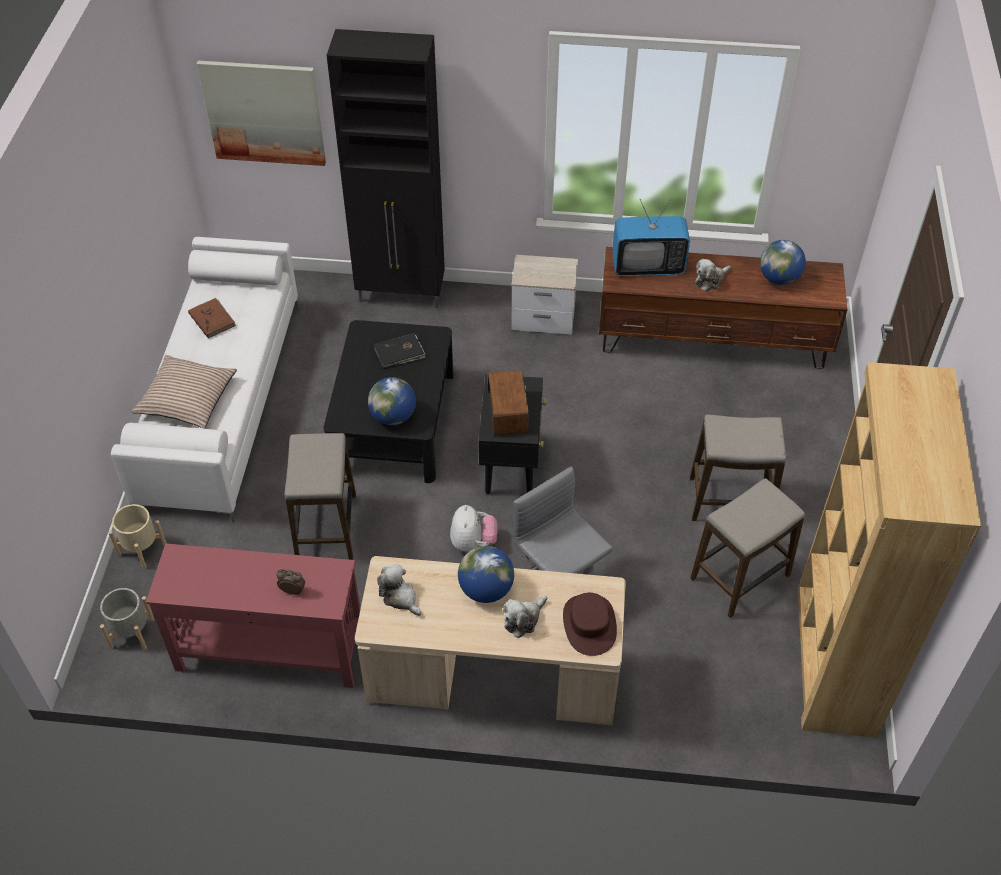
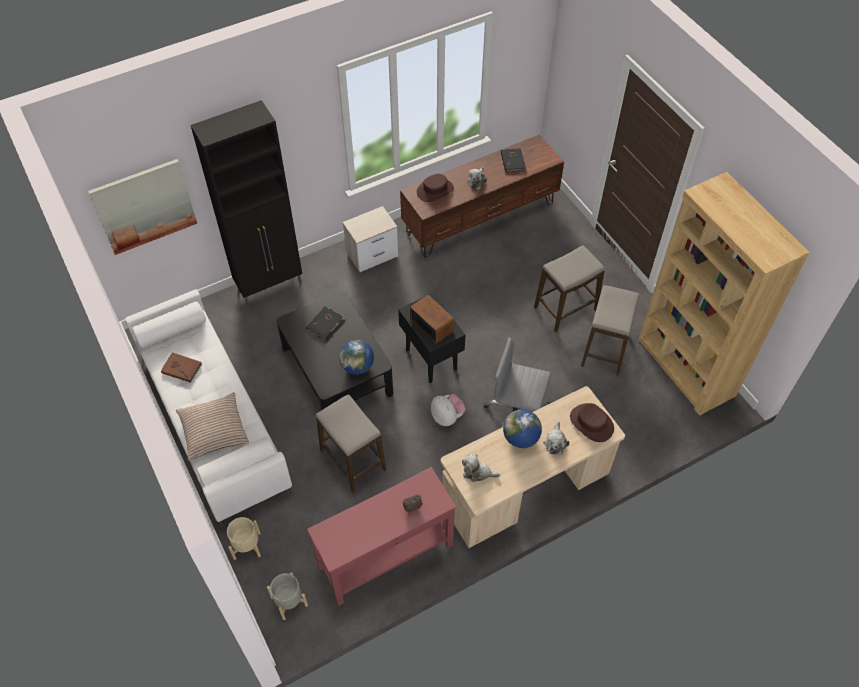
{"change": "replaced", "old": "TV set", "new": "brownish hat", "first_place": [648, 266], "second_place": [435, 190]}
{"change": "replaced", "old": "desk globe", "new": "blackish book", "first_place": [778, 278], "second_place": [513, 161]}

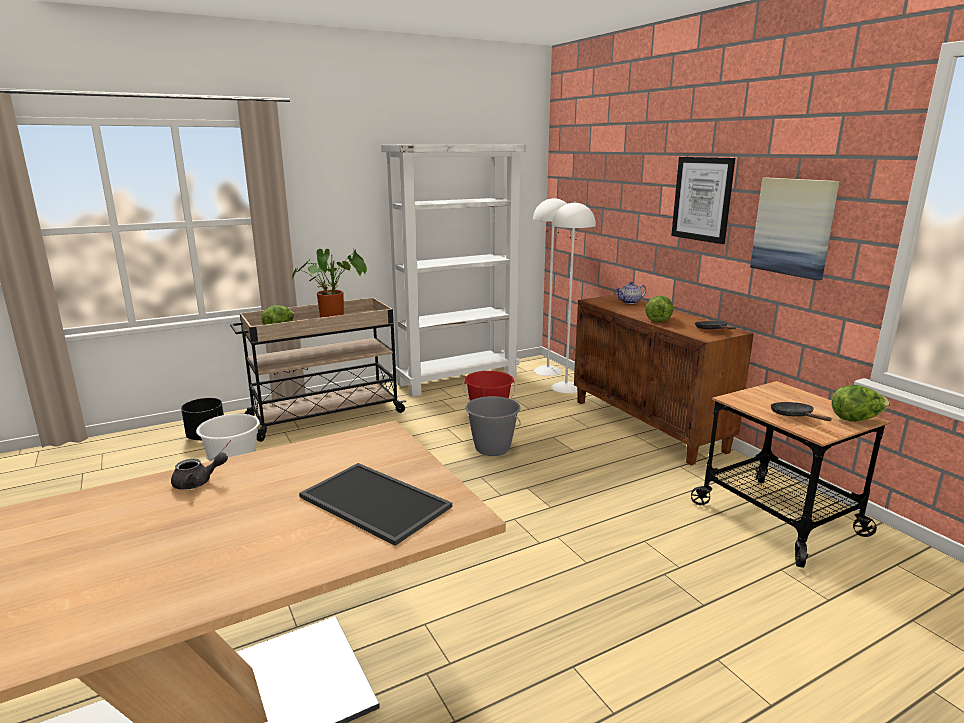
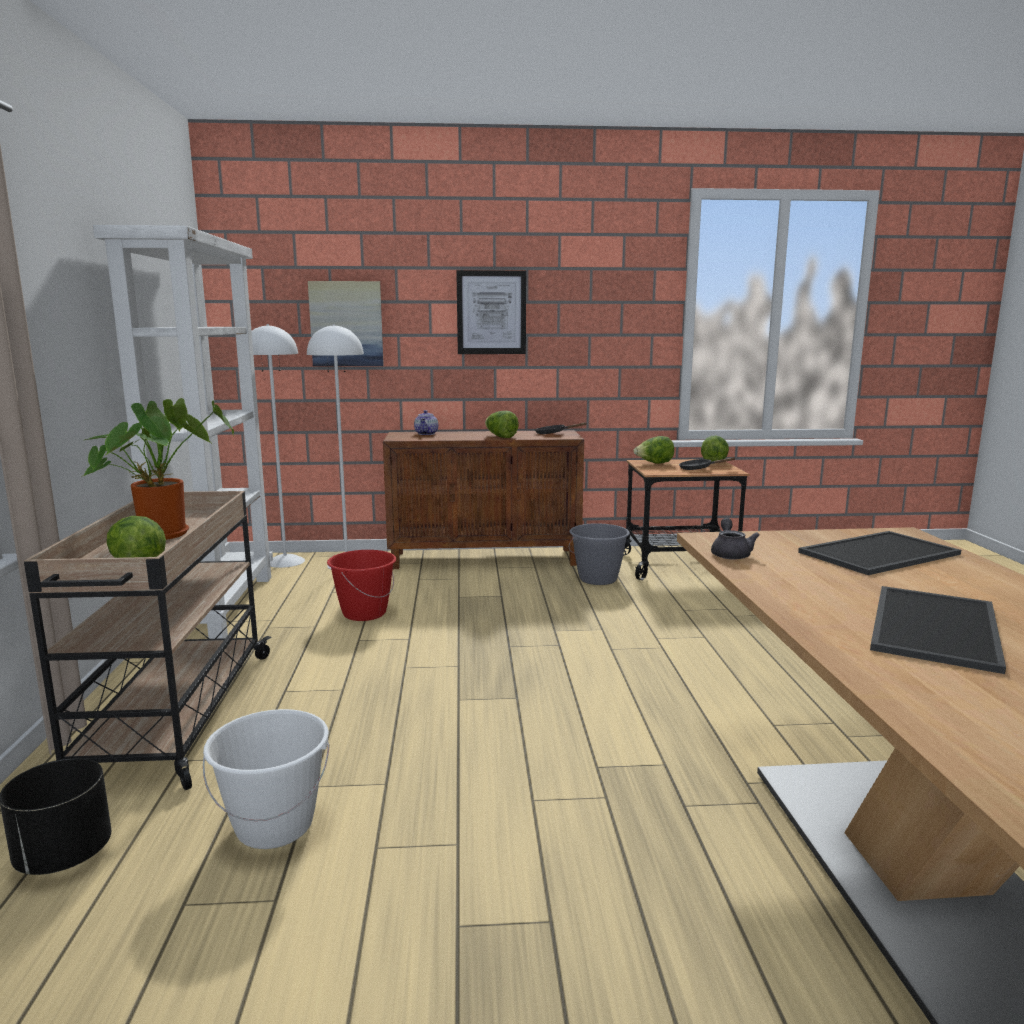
{"change": "added", "new": "lettuce", "second_place": [654, 463]}
{"change": "added", "new": "carrying tray", "second_place": [931, 626]}
{"change": "moved", "old": "gray teapot", "first_place": [198, 482], "second_place": [730, 554]}
{"change": "moved", "old": "gray pail", "first_place": [492, 448], "second_place": [598, 579]}
{"change": "moved", "old": "picture", "first_place": [793, 227], "second_place": [346, 324]}

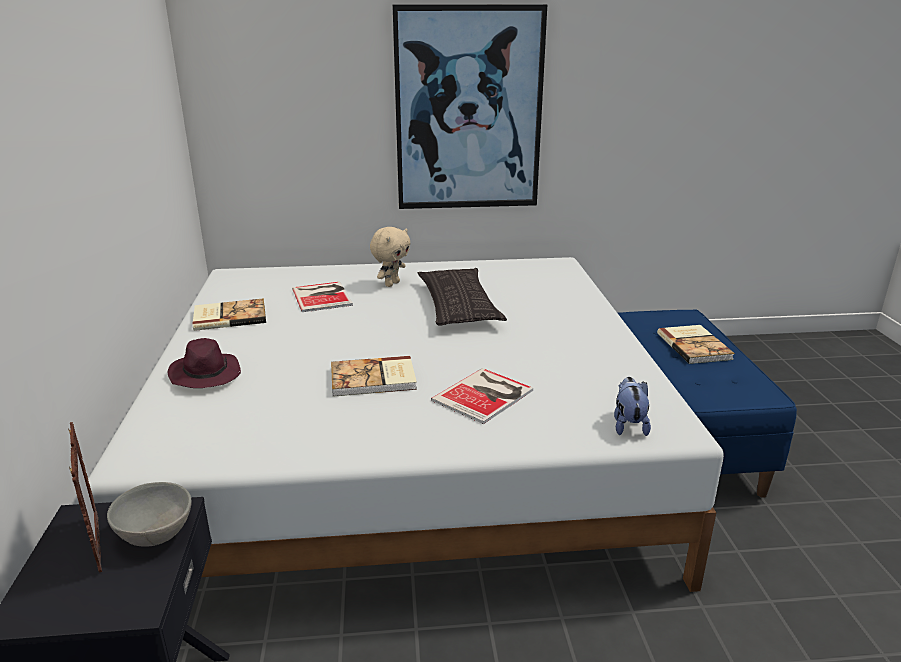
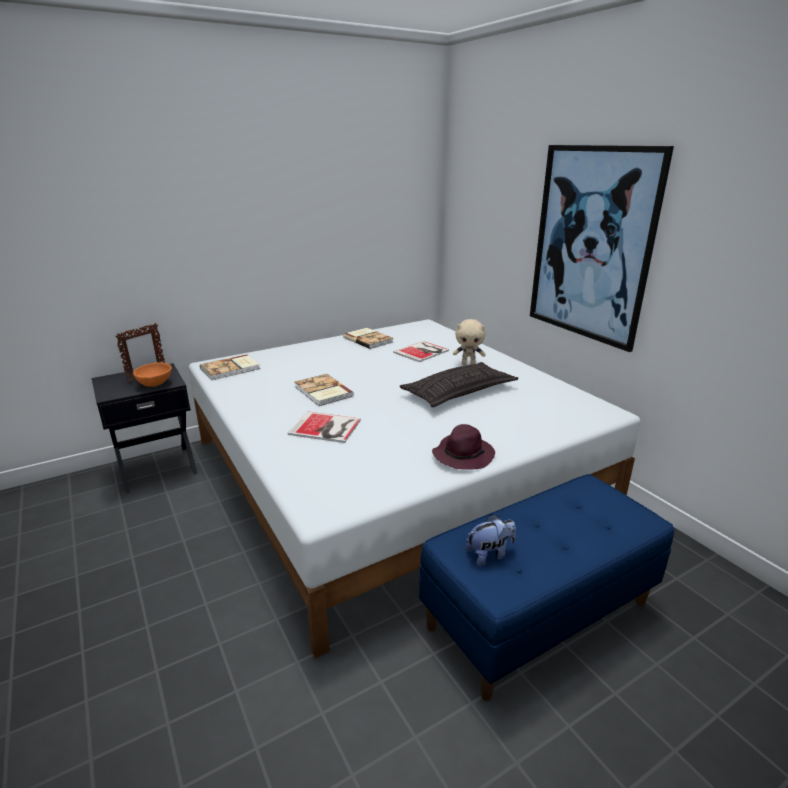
{"change": "moved", "old": "purple hat", "first_place": [205, 375], "second_place": [463, 455]}
{"change": "moved", "old": "plush toy", "first_place": [628, 425], "second_place": [489, 554]}
{"change": "moved", "old": "book", "first_place": [695, 346], "second_place": [231, 369]}
{"change": "recoloured", "old": "gray deep dish", "new": "orange-coloured deep dish", "first_place": [157, 533], "second_place": [156, 384]}

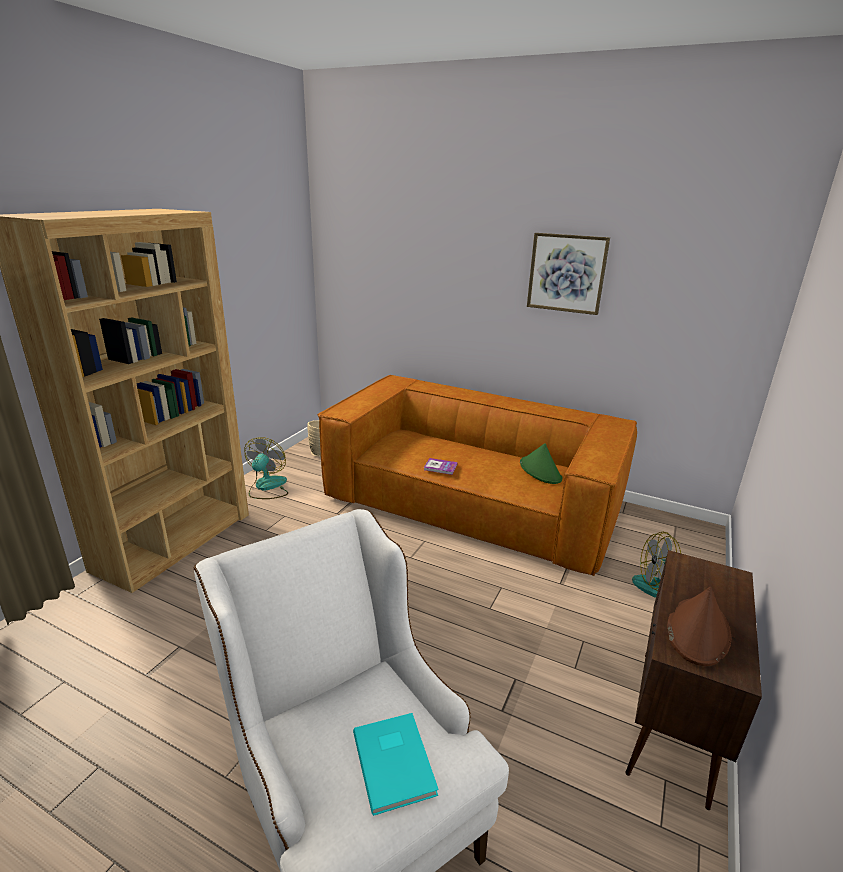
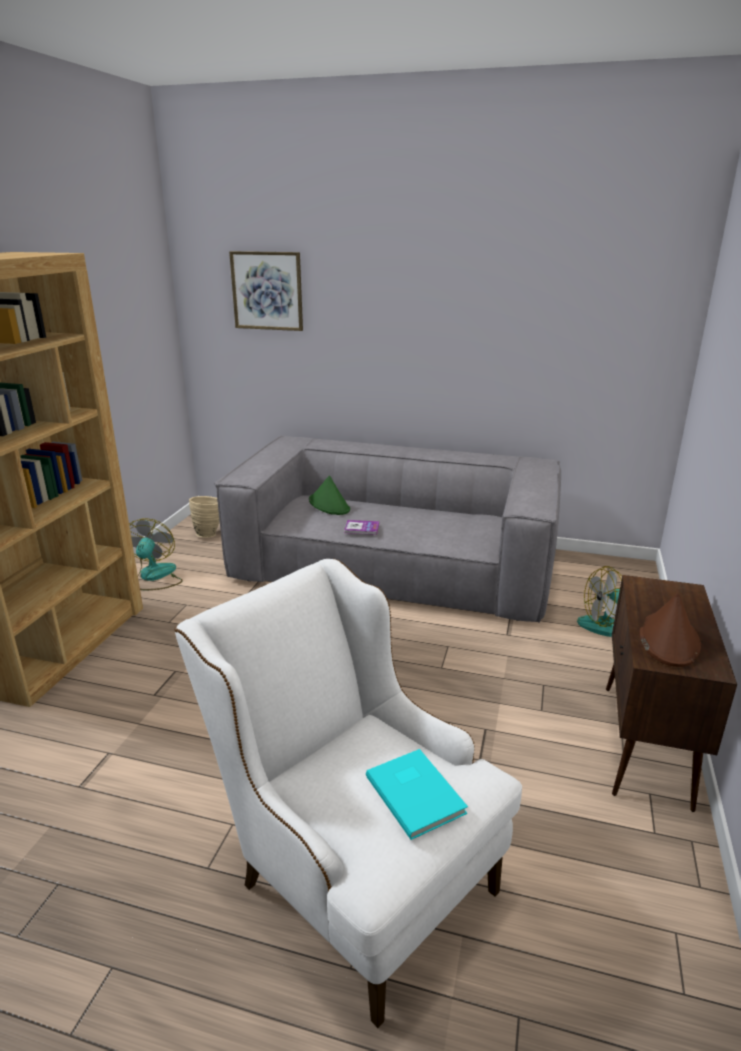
{"change": "moved", "old": "green hat", "first_place": [540, 471], "second_place": [329, 505]}
{"change": "moved", "old": "picture", "first_place": [566, 273], "second_place": [267, 291]}
{"change": "recoloured", "old": "brownish couch", "new": "gray couch", "first_place": [472, 502], "second_place": [394, 566]}

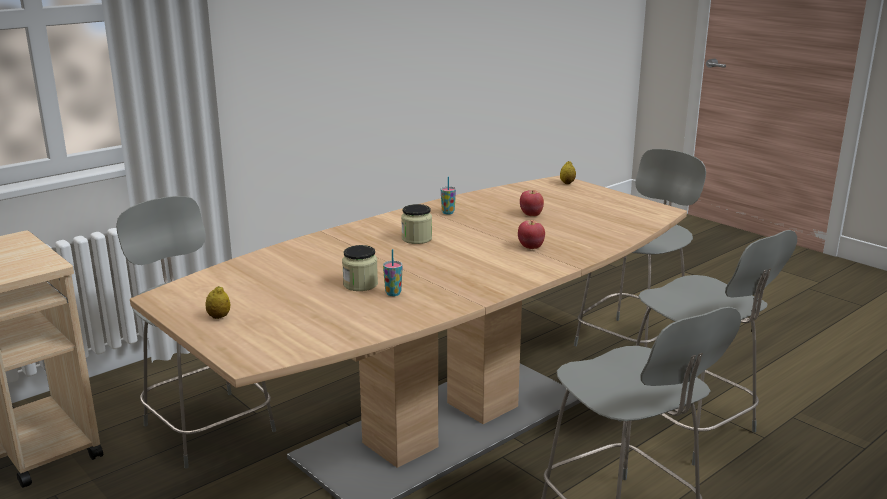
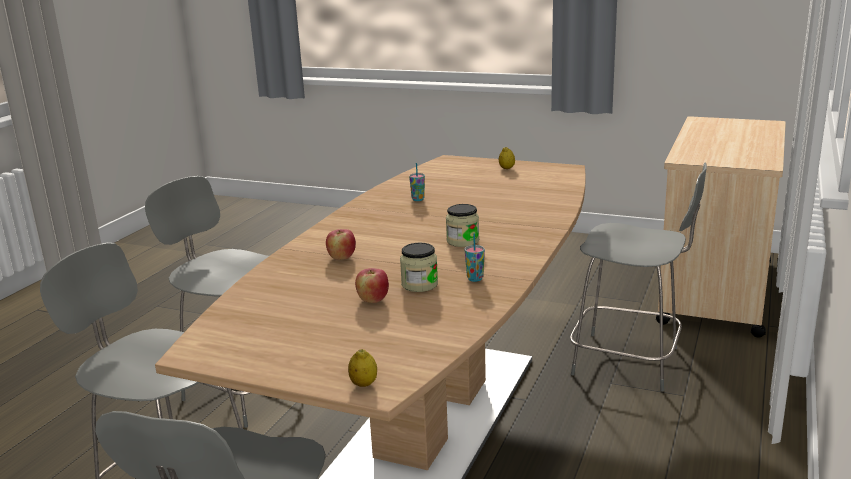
{"change": "moved", "old": "storage jar", "first_place": [360, 284], "second_place": [419, 284]}

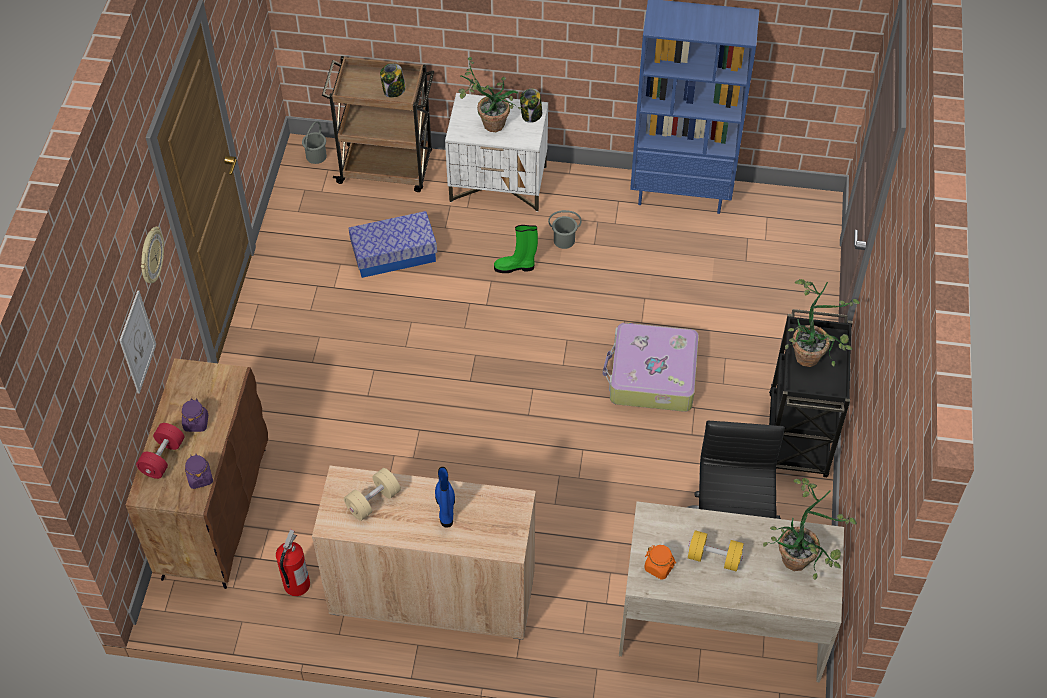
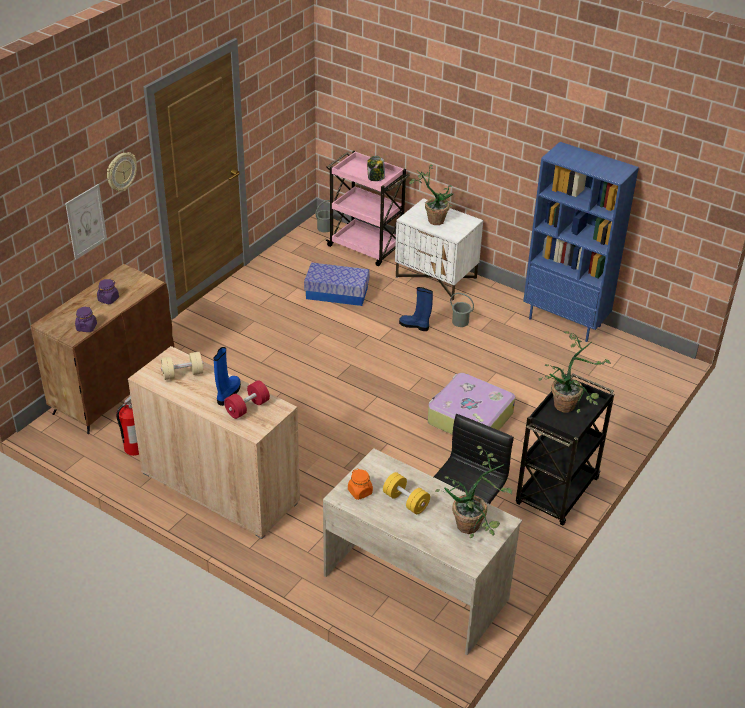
{"change": "removed", "old": "storage jar", "first_place": [531, 115]}
{"change": "moved", "old": "red dumbbell", "first_place": [163, 458], "second_place": [247, 408]}
{"change": "recoloured", "old": "brownish trolley", "new": "pink-coloured trolley", "first_place": [387, 168], "second_place": [366, 247]}
{"change": "recoloured", "old": "green high-top boot", "new": "blue-coloured high-top boot", "first_place": [515, 267], "second_place": [415, 326]}

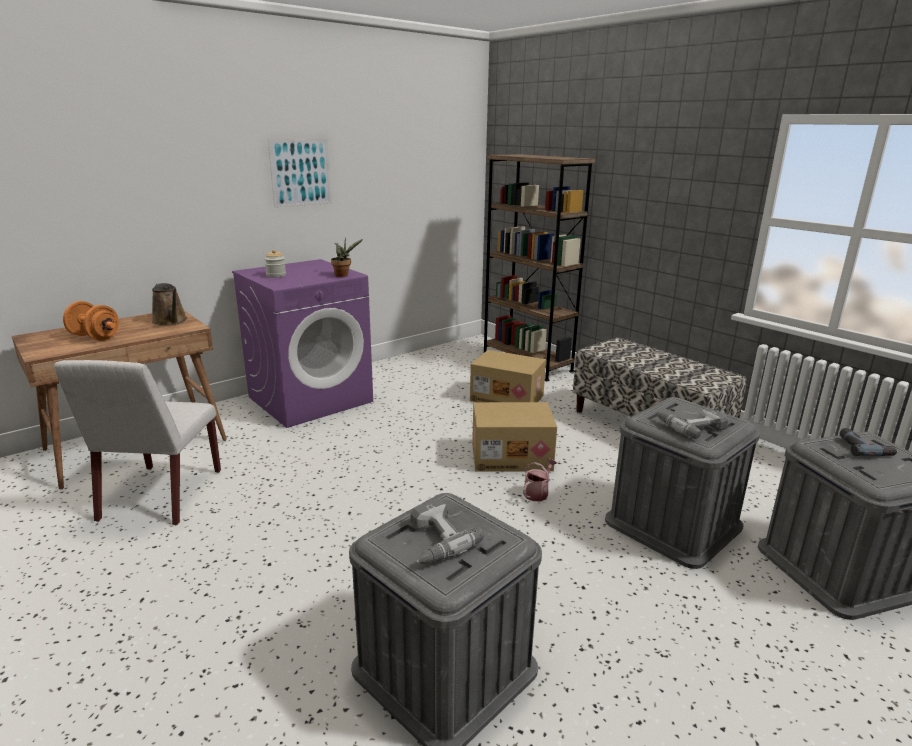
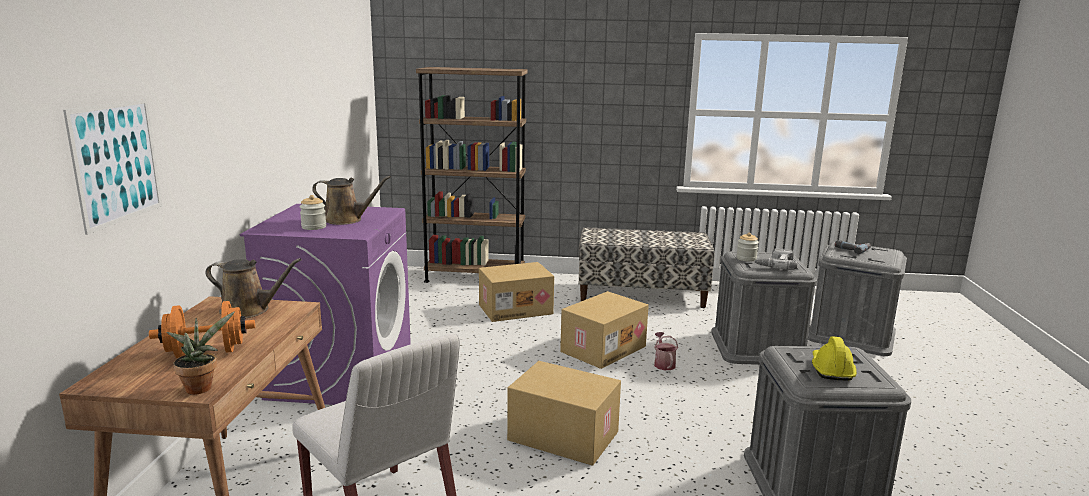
{"change": "added", "new": "brownish watering can", "second_place": [346, 220]}
{"change": "added", "new": "carton", "second_place": [562, 436]}
{"change": "added", "new": "storage jar", "second_place": [746, 258]}
{"change": "moved", "old": "picture", "first_place": [300, 172], "second_place": [116, 162]}
{"change": "moved", "old": "potted plant", "first_place": [343, 275], "second_place": [201, 387]}
{"change": "replaced", "old": "drill", "new": "yellowish work helmet", "first_place": [433, 541], "second_place": [831, 369]}

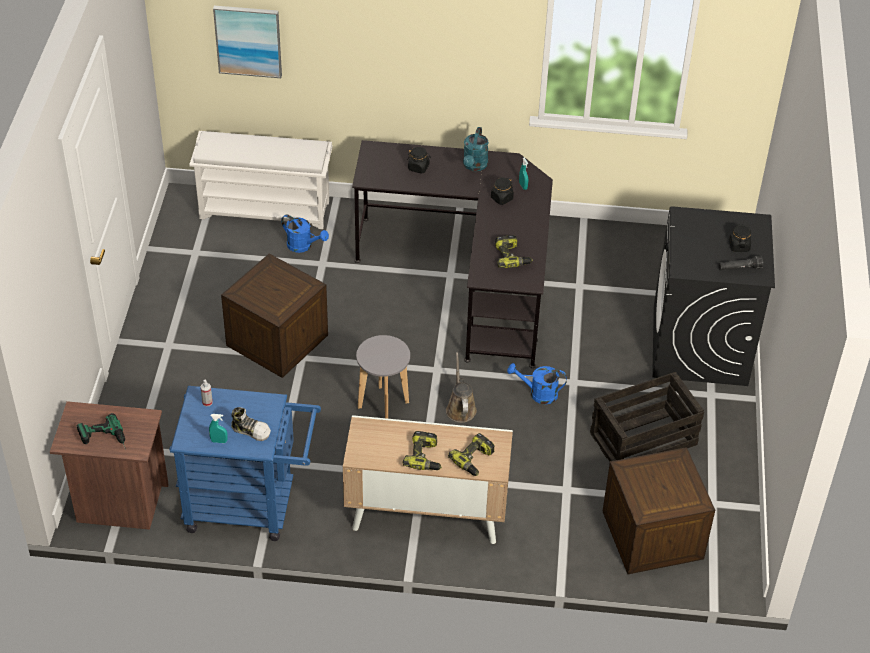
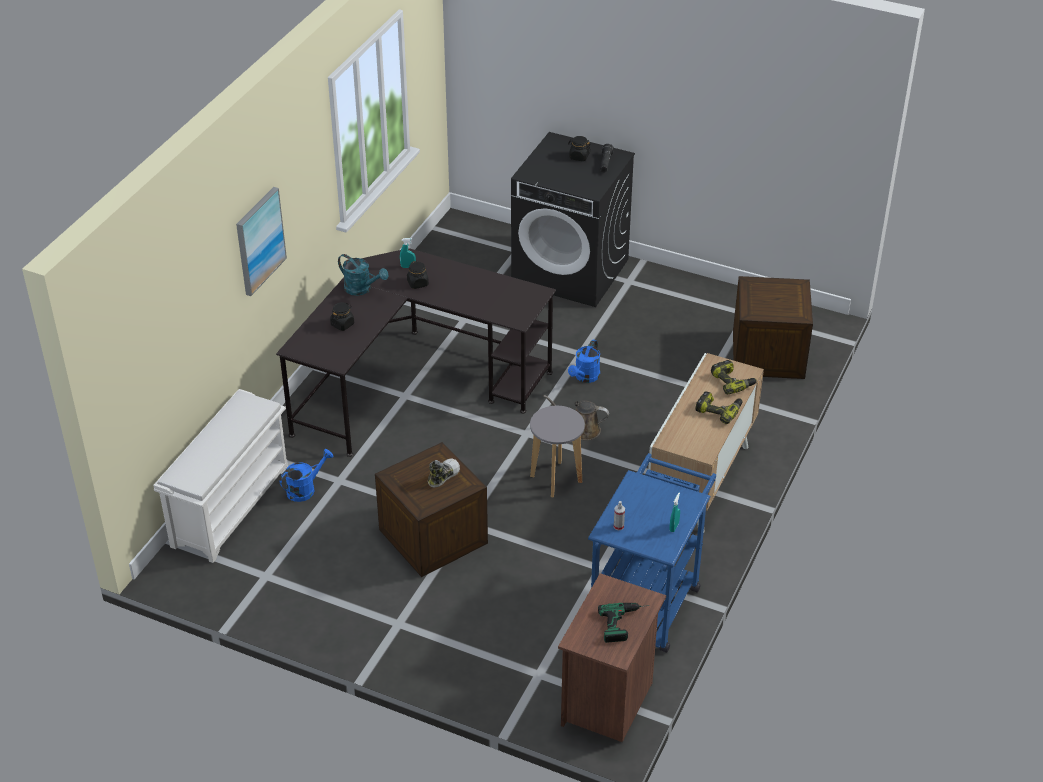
{"change": "removed", "old": "drill", "first_place": [512, 257]}
{"change": "removed", "old": "shipping crate", "first_place": [644, 439]}
{"change": "moved", "old": "picture", "first_place": [248, 40], "second_place": [259, 240]}
{"change": "moved", "old": "low shoe", "first_place": [251, 430], "second_place": [443, 476]}

